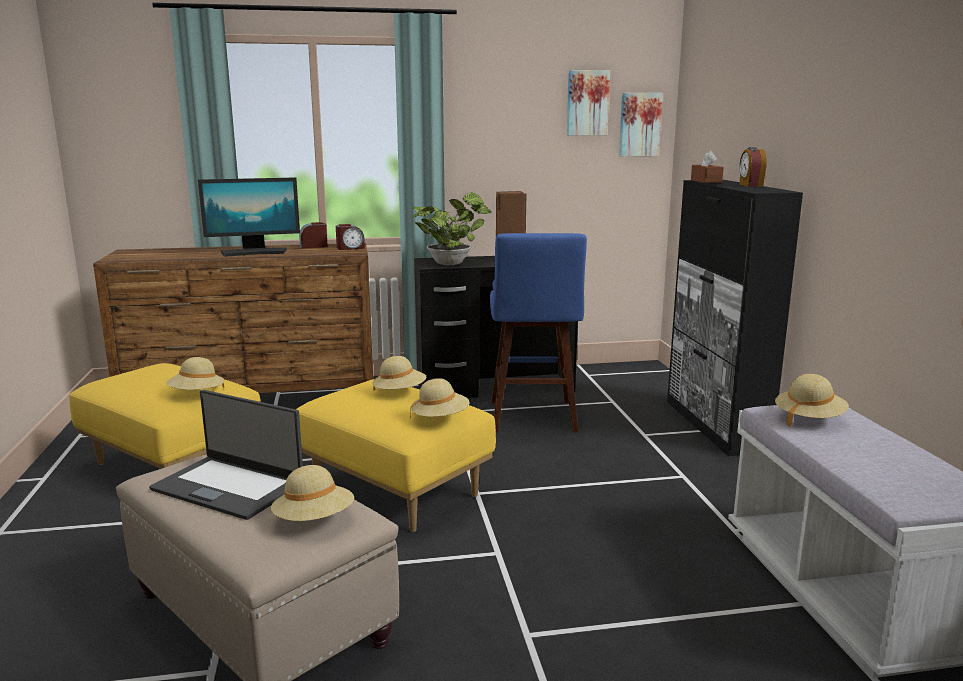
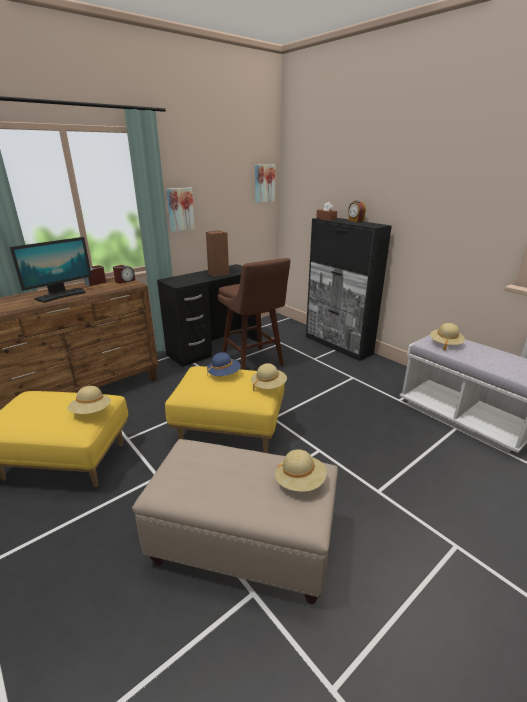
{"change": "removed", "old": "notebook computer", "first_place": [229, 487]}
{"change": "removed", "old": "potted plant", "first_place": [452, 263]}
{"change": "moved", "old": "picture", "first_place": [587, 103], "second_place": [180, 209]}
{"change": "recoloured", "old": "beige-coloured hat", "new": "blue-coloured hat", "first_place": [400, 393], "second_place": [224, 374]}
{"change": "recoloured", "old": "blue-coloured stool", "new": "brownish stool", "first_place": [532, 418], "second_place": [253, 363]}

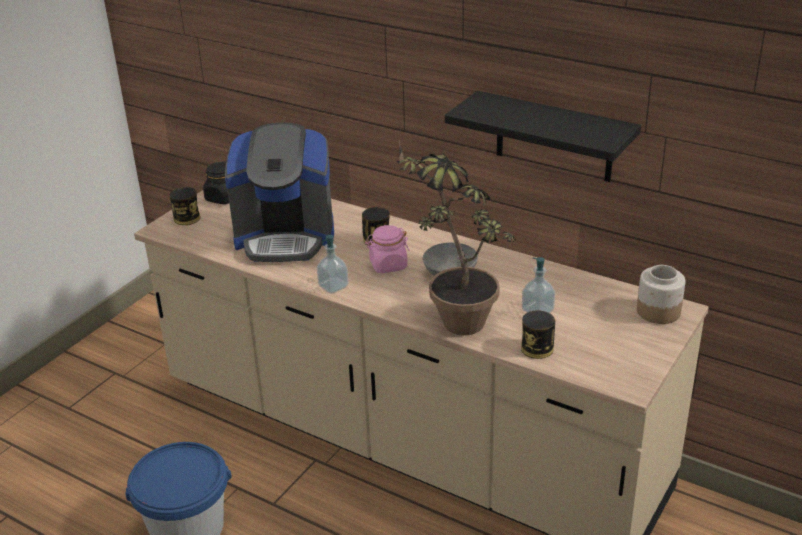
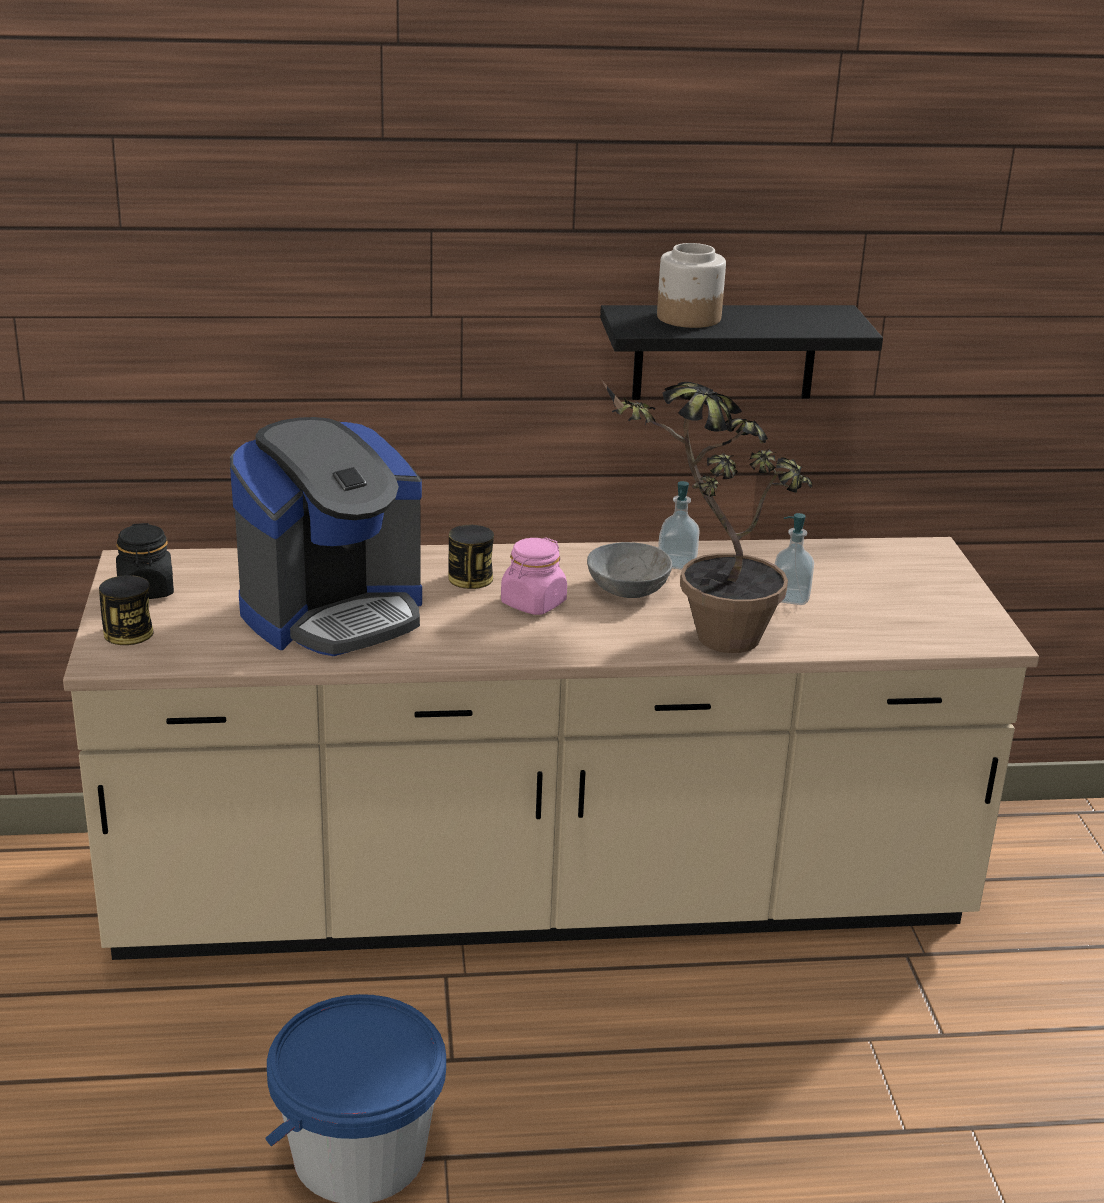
{"change": "removed", "old": "sealed can", "first_place": [537, 348]}
{"change": "moved", "old": "soap bottle", "first_place": [333, 286], "second_place": [677, 563]}
{"change": "moved", "old": "storage jar", "first_place": [657, 312], "second_place": [688, 318]}

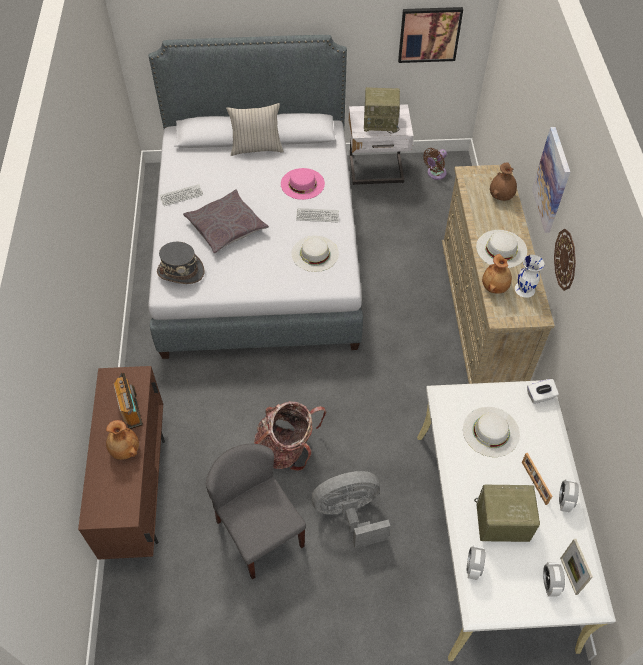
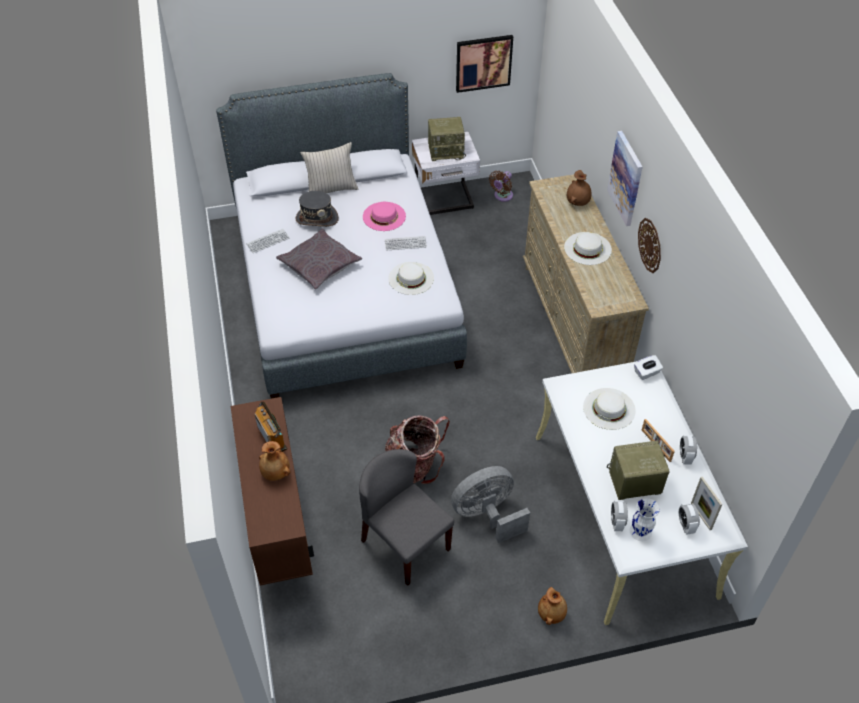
{"change": "moved", "old": "gray hat", "first_place": [181, 271], "second_place": [317, 218]}
{"change": "moved", "old": "brownish vase", "first_place": [495, 287], "second_place": [552, 614]}
{"change": "moved", "old": "white vase", "first_place": [525, 289], "second_place": [641, 531]}

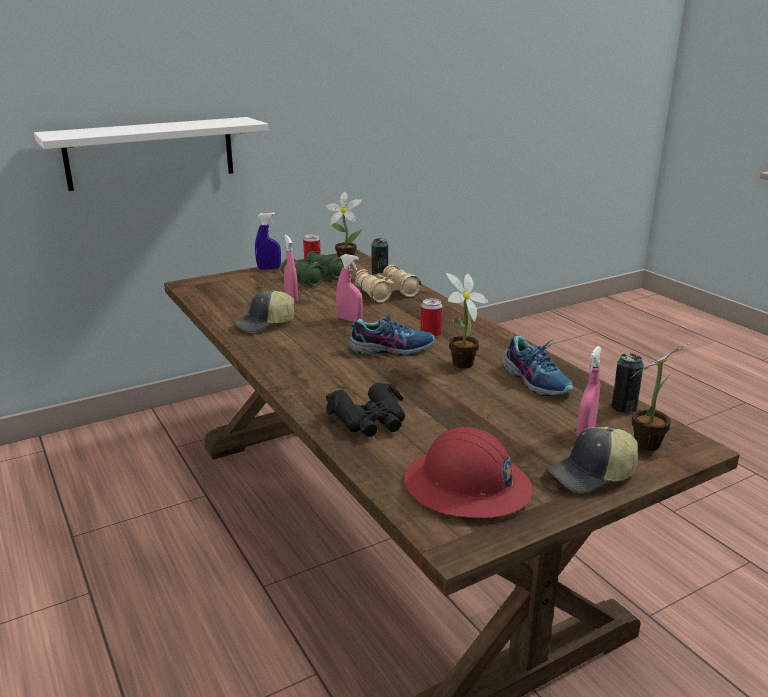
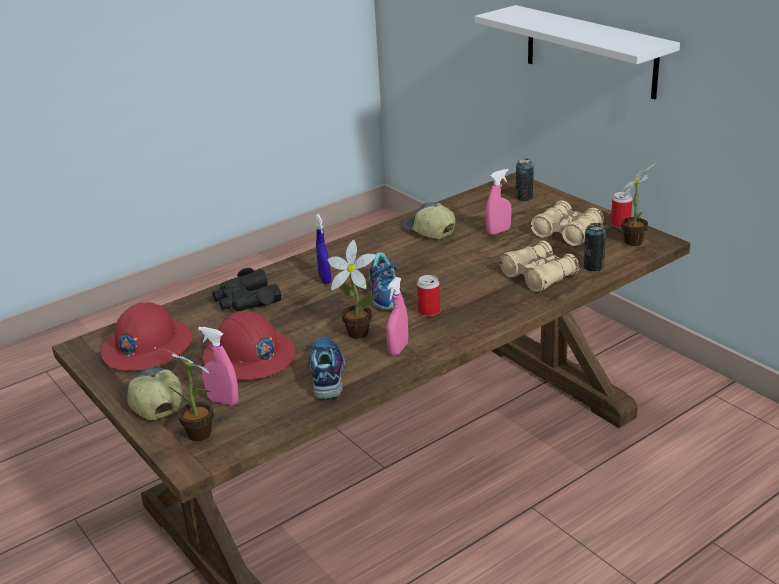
{"change": "added", "new": "red work helmet", "second_place": [249, 357]}
{"change": "moved", "old": "blue-coloured hand sprayer", "first_place": [269, 268], "second_place": [325, 279]}
{"change": "moved", "old": "pink-coloured hand sprayer", "first_place": [349, 319], "second_place": [398, 349]}
{"change": "moved", "old": "sealed can", "first_place": [623, 407], "second_place": [524, 198]}
{"change": "recoloured", "old": "green pair of binoculars", "new": "beige-coloured pair of binoculars", "first_place": [314, 278], "second_place": [567, 233]}
{"change": "turned", "old": "low shoe", "first_place": [536, 381], "second_place": [325, 375], "degrees": 120}

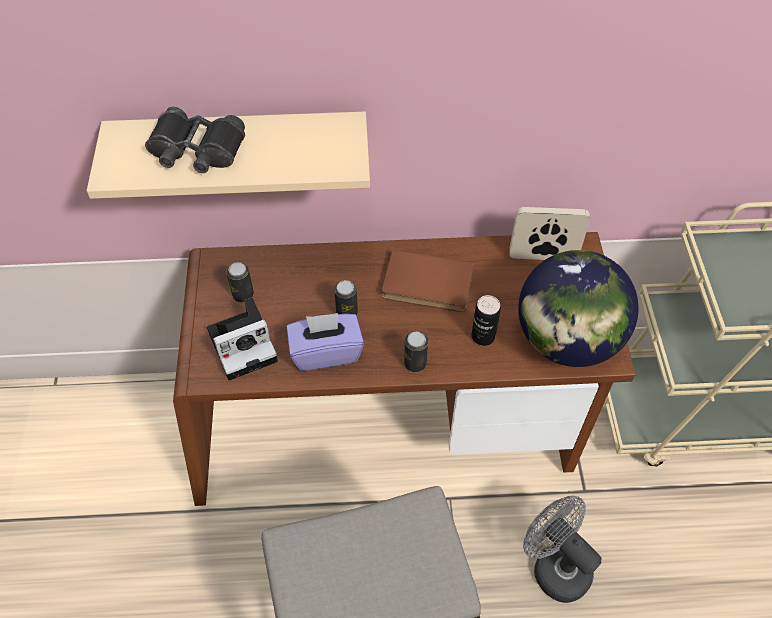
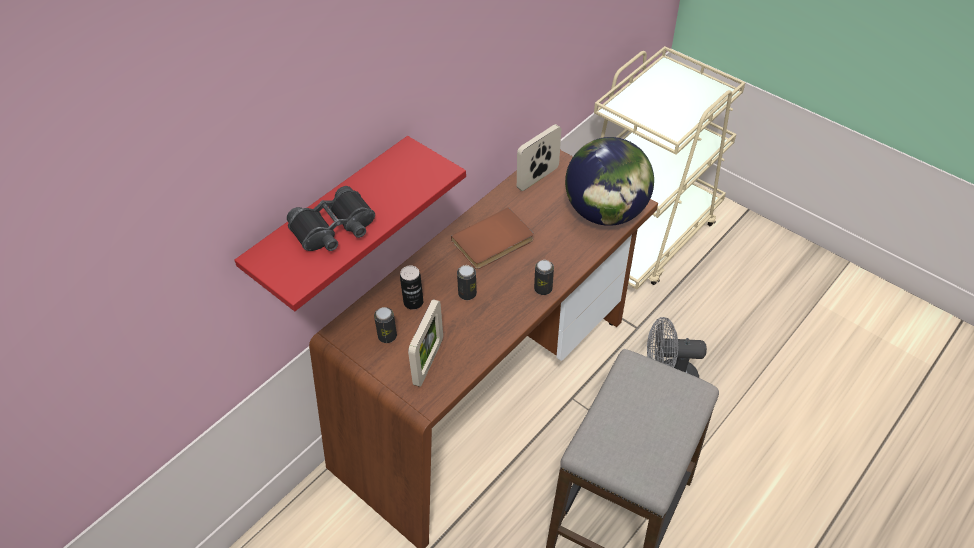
{"change": "removed", "old": "purple tissue box", "first_place": [326, 352]}
{"change": "moved", "old": "sealed can", "first_place": [483, 336], "second_place": [413, 302]}
{"change": "replaced", "old": "photo camera", "new": "picture frame", "first_place": [245, 344], "second_place": [428, 362]}
{"change": "recoloured", "old": "beige-coloured shelf", "new": "red shelf", "first_place": [241, 150], "second_place": [332, 222]}

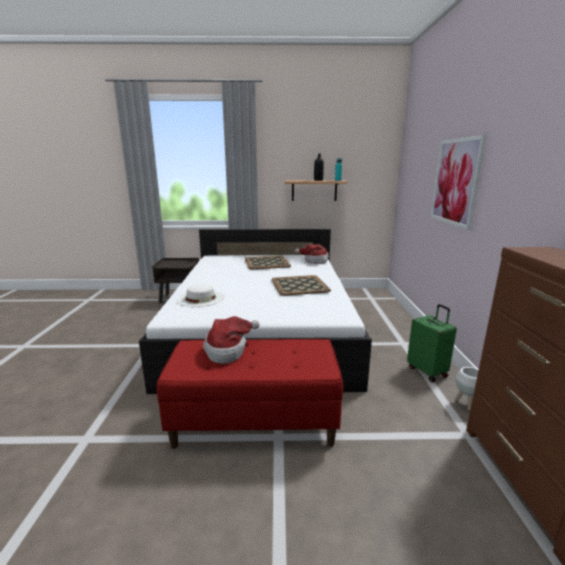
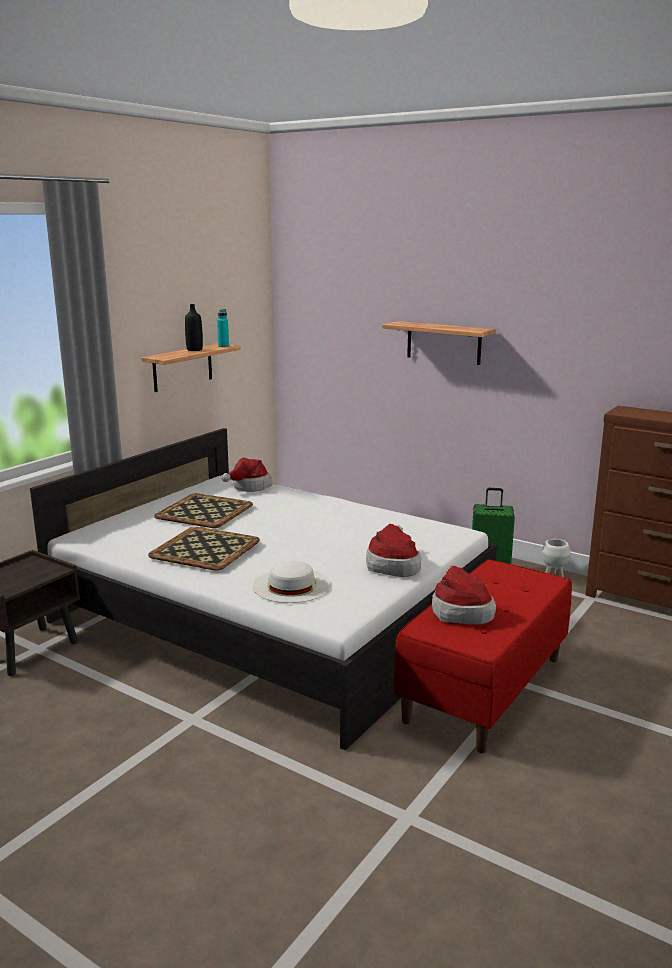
{"change": "added", "new": "hat", "second_place": [393, 565]}
{"change": "moved", "old": "carrying tray", "first_place": [299, 286], "second_place": [205, 549]}
{"change": "replaced", "old": "picture", "new": "shelf", "first_place": [455, 182], "second_place": [443, 342]}

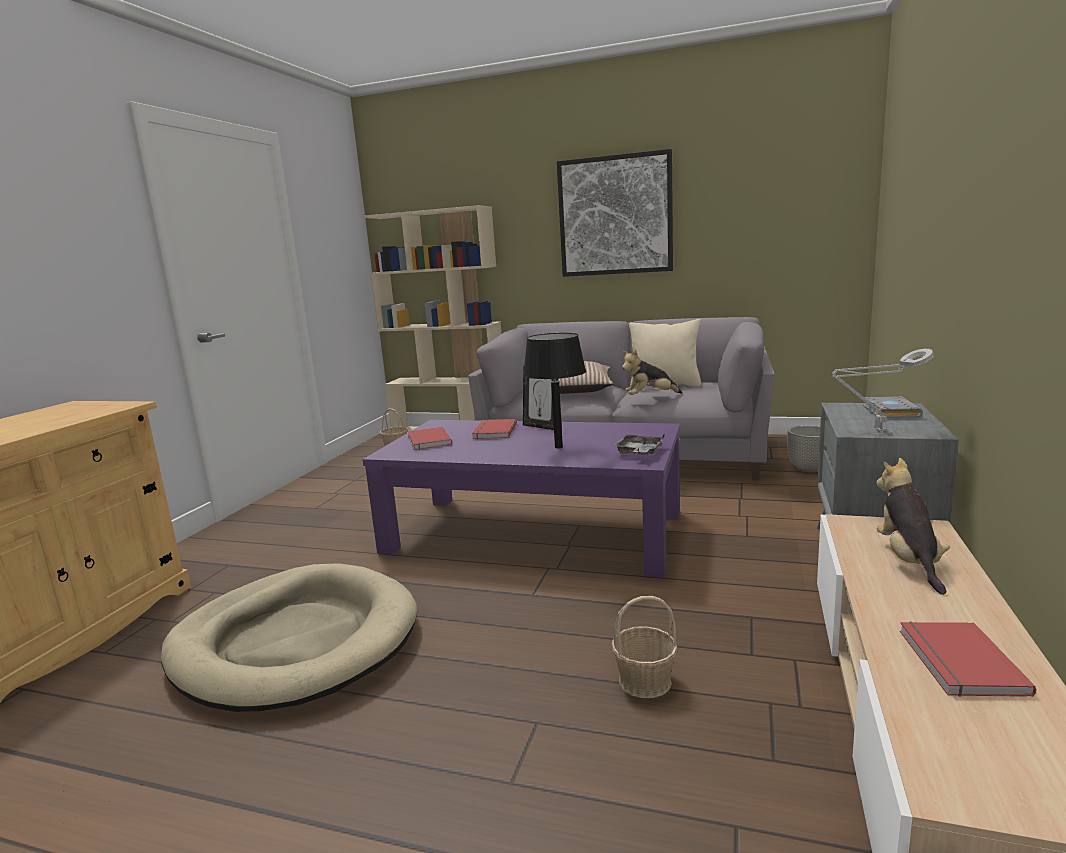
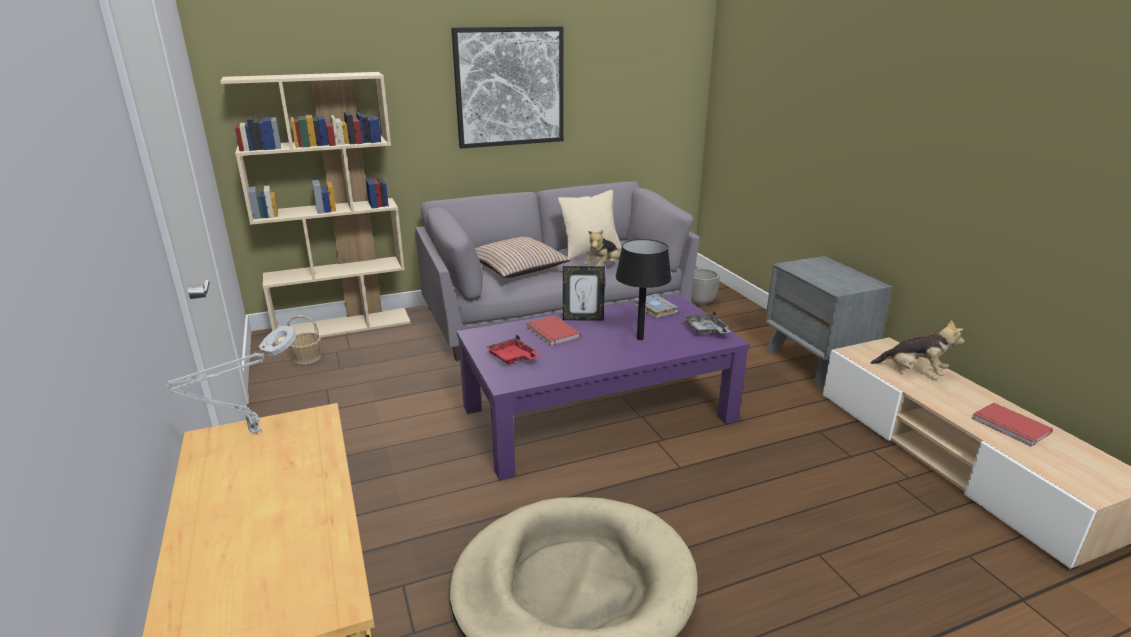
{"change": "removed", "old": "household basket", "first_place": [644, 681]}
{"change": "moved", "old": "gray table lamp", "first_place": [877, 431], "second_place": [251, 433]}
{"change": "moved", "old": "gray book", "first_place": [888, 412], "second_place": [653, 309]}
{"change": "replaced", "old": "red book", "new": "red carrying tray", "first_place": [427, 441], "second_place": [513, 358]}
{"change": "turned", "old": "plush toy", "first_place": [909, 561], "second_place": [914, 372], "degrees": 150}

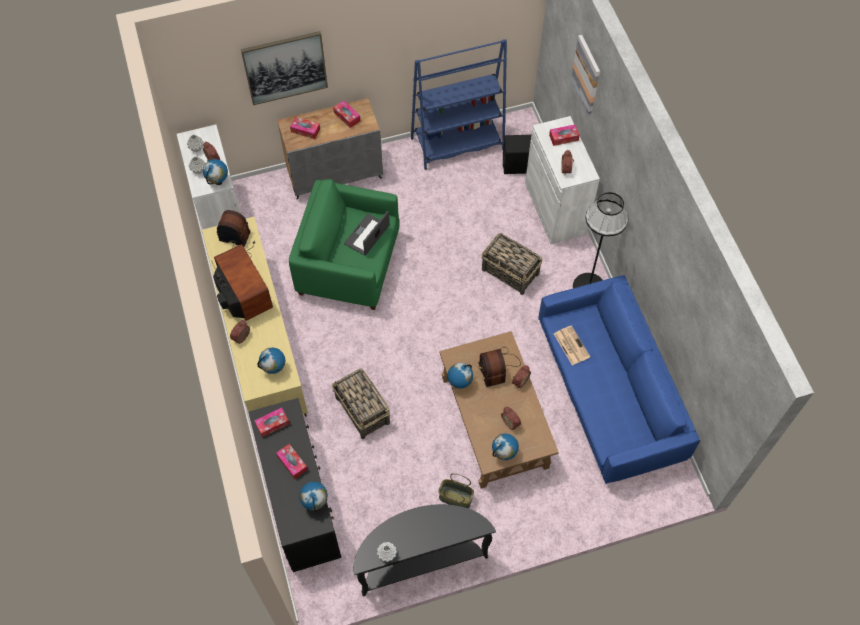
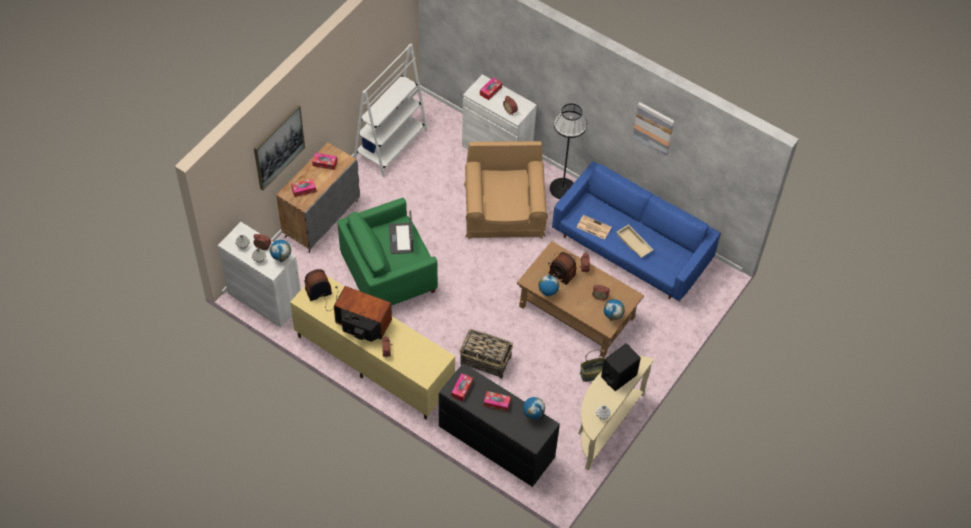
{"change": "removed", "old": "desk globe", "first_place": [274, 369]}
{"change": "added", "new": "beige-coloured carrying tray", "second_place": [633, 243]}
{"change": "moved", "old": "blackish loudspeaker", "first_place": [517, 165], "second_place": [619, 376]}
{"change": "moved", "old": "picture", "first_place": [586, 75], "second_place": [653, 128]}
{"change": "replaced", "old": "household basket", "new": "brownish easy chair", "first_place": [510, 272], "second_place": [504, 210]}
{"change": "recoloured", "old": "blackish hall table", "new": "beige-coloured hall table", "first_place": [420, 560], "second_place": [604, 425]}
{"change": "recoloured", "old": "blue-coloured bookcase", "new": "white bookcase", "first_place": [457, 144], "second_place": [390, 145]}

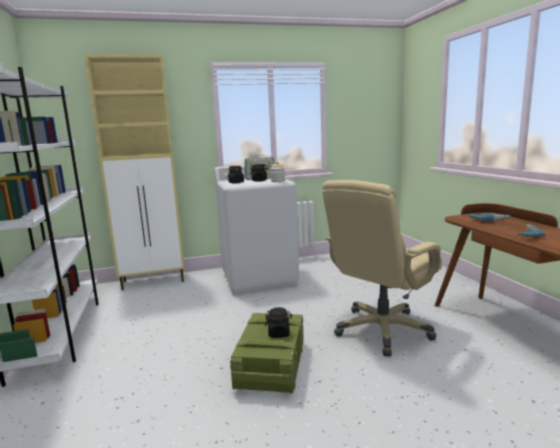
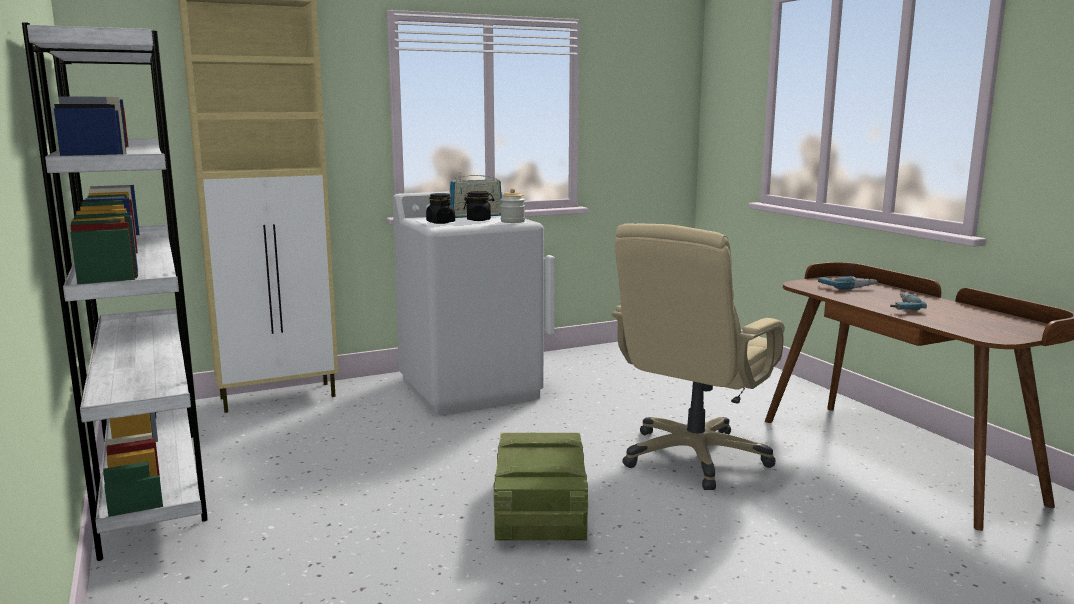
{"change": "removed", "old": "blackish storage jar", "first_place": [279, 333]}

